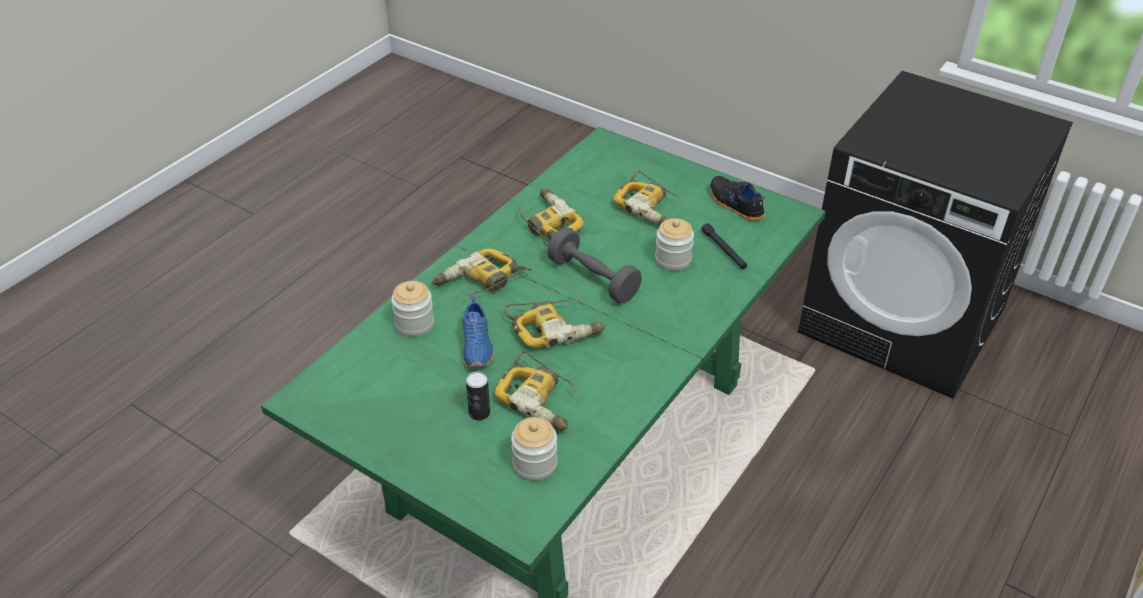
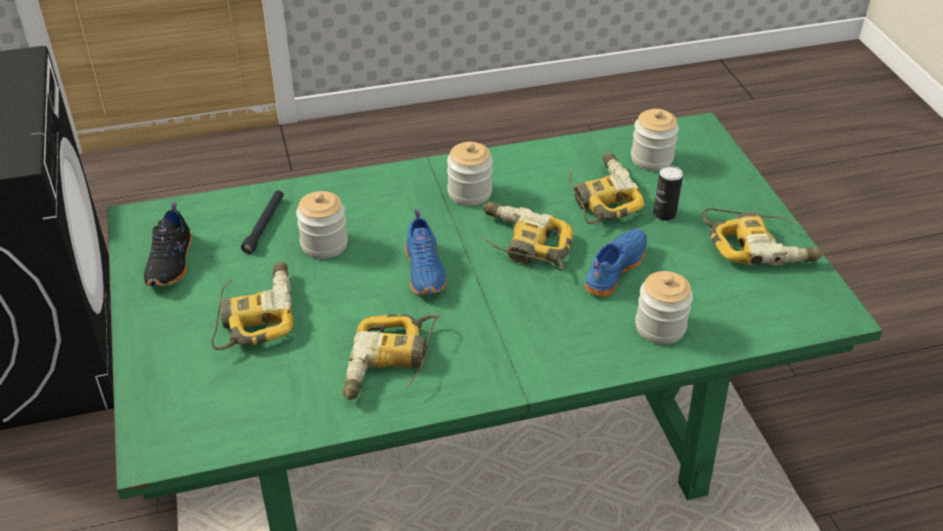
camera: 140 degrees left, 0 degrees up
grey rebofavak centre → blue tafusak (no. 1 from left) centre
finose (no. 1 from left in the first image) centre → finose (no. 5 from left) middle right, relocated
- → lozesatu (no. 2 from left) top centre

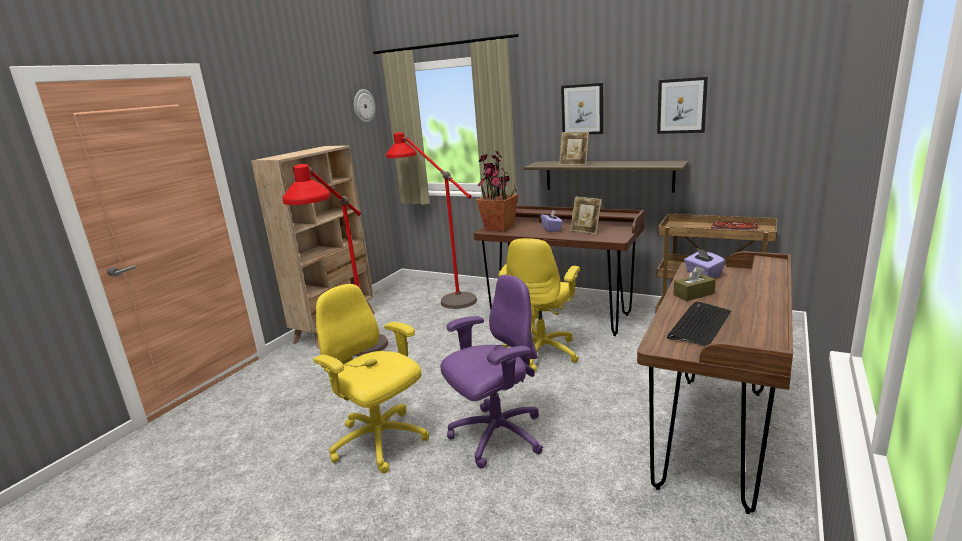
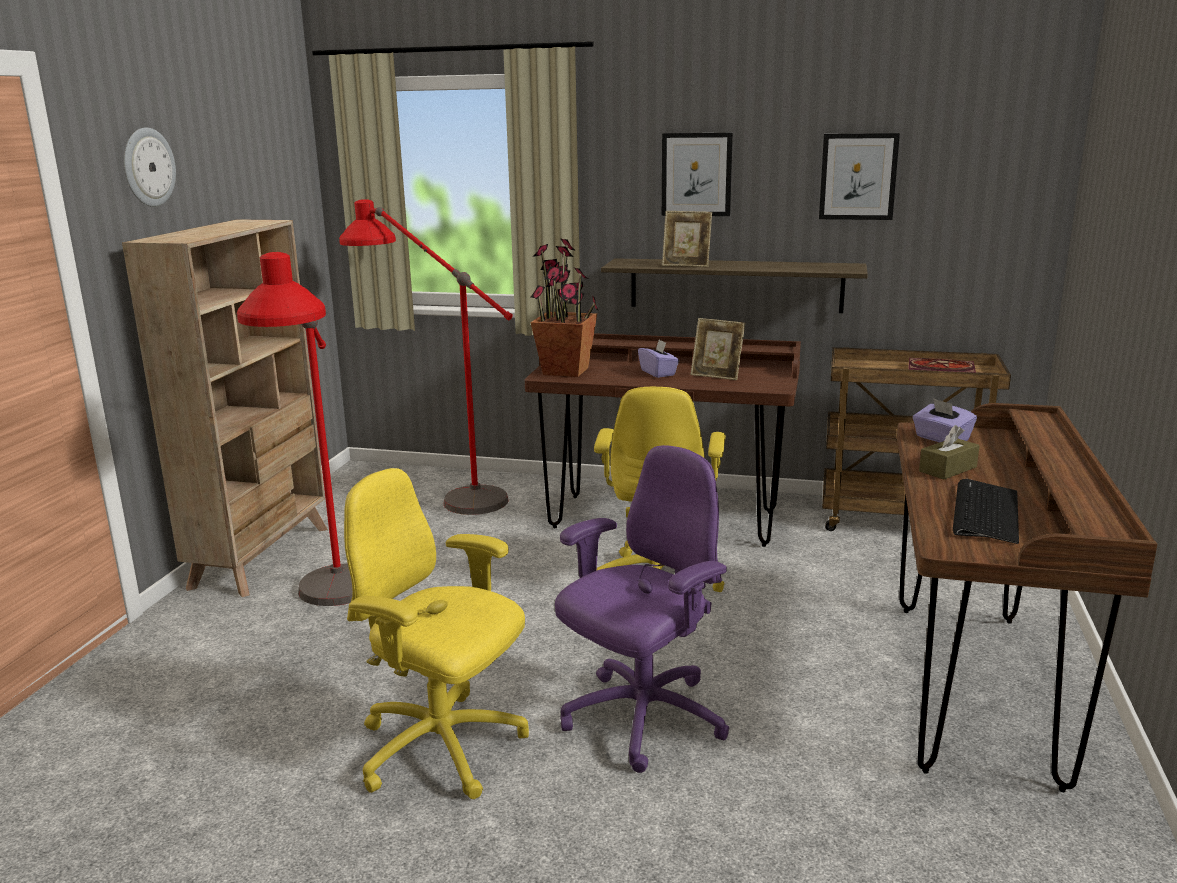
camera: 15 degrees left, 0 degrees up
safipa top centre → safipa top left, relocated

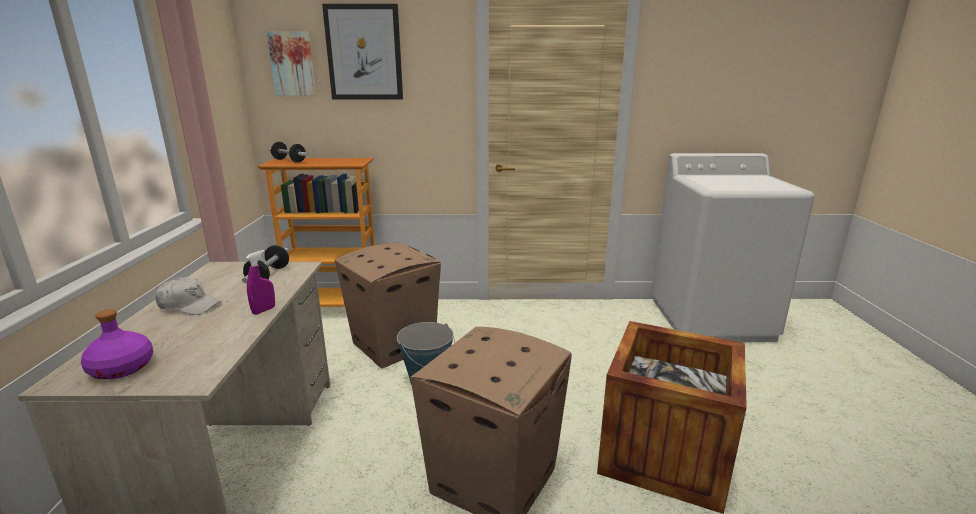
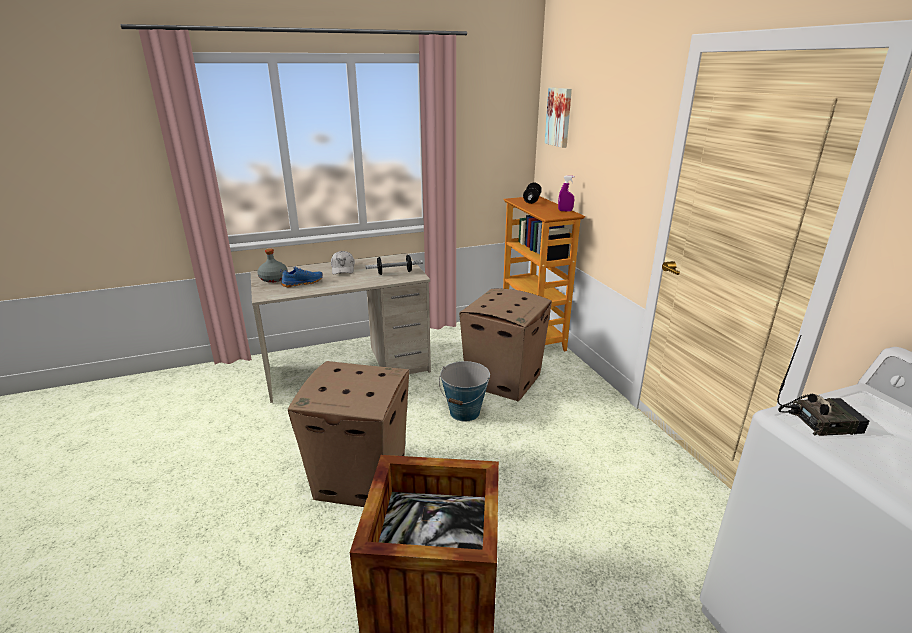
camera: 70 degrees right, 5 degrees up
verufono (no. 2 from left) top centre → -
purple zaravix middle left → purple zaravix top centre, relocated
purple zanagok bottom left → grey zanagok middle left
- → blue tafusak middle left
- → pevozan middle right

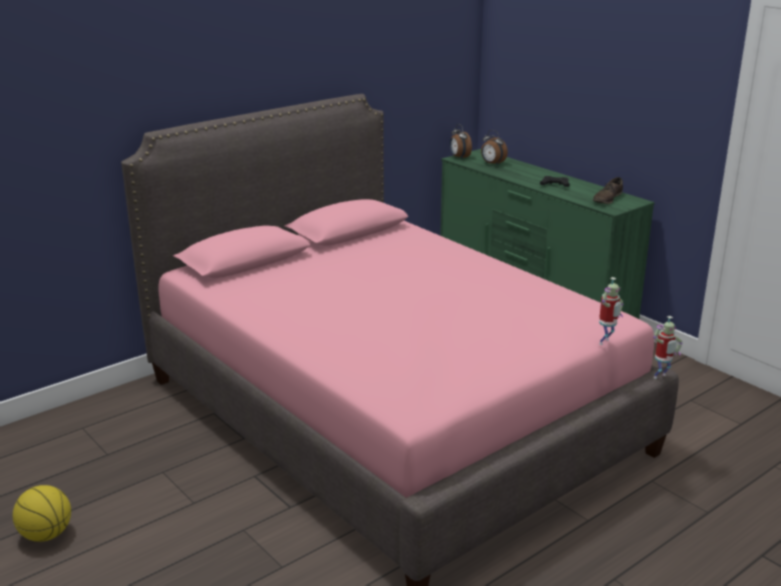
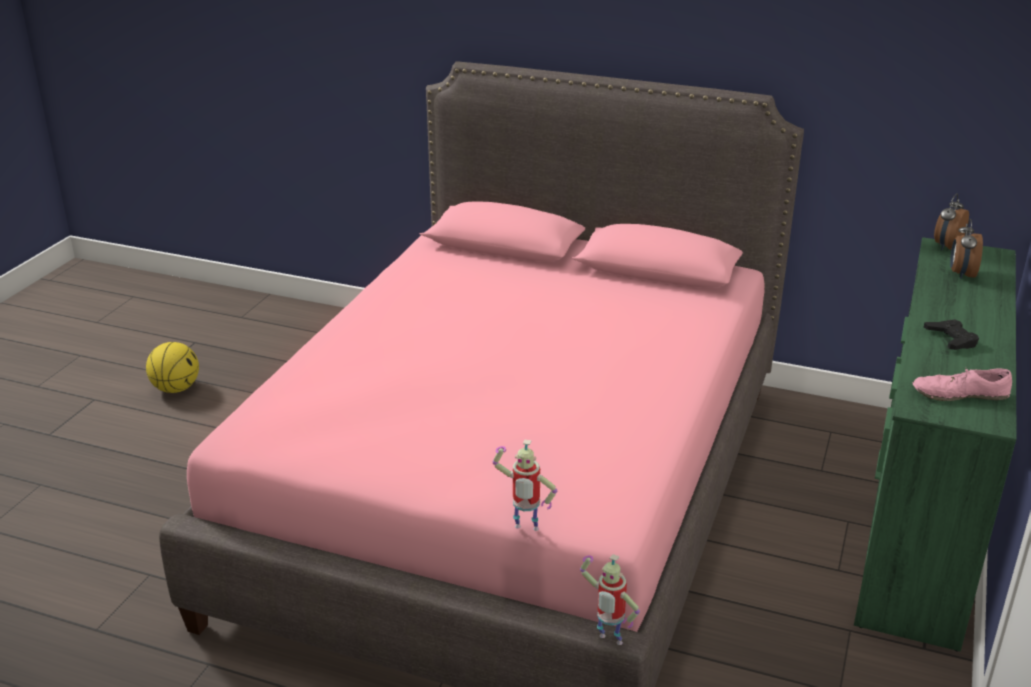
camera: 60 degrees right, 5 degrees up
brown tafusak top right → pink tafusak middle right

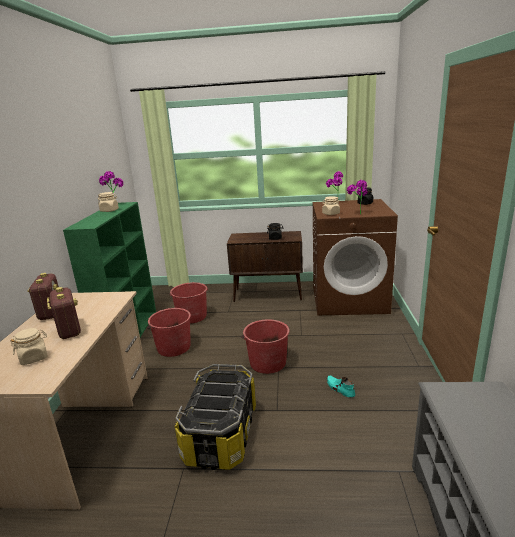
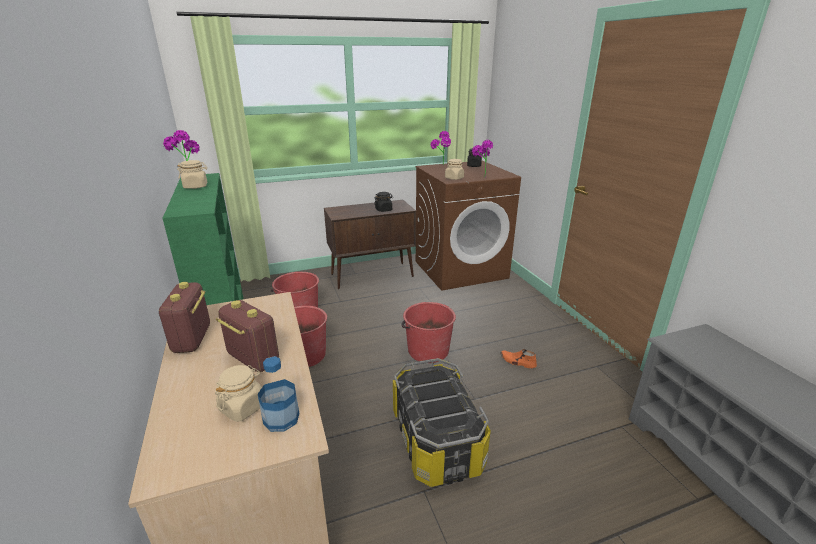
camera: 25 degrees left, 5 degrees up
pevozan (no. 1 from left) middle left, 150 degrees counterclockwise
turquoise tafusak bottom centre → orange tafusak centre
- → zanagok bottom centre

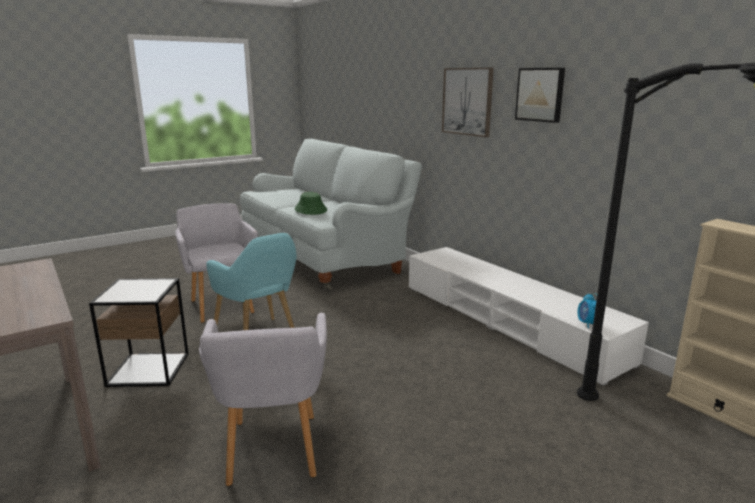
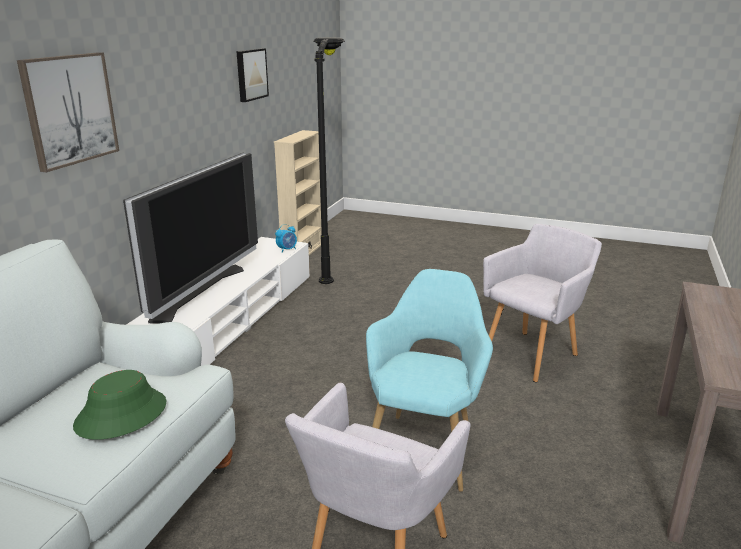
camera: 125 degrees left, 5 degrees up
verufono (no. 2 from left) top right → verufono (no. 2 from left) top centre, relocated
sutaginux middle left → -
- → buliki middle left

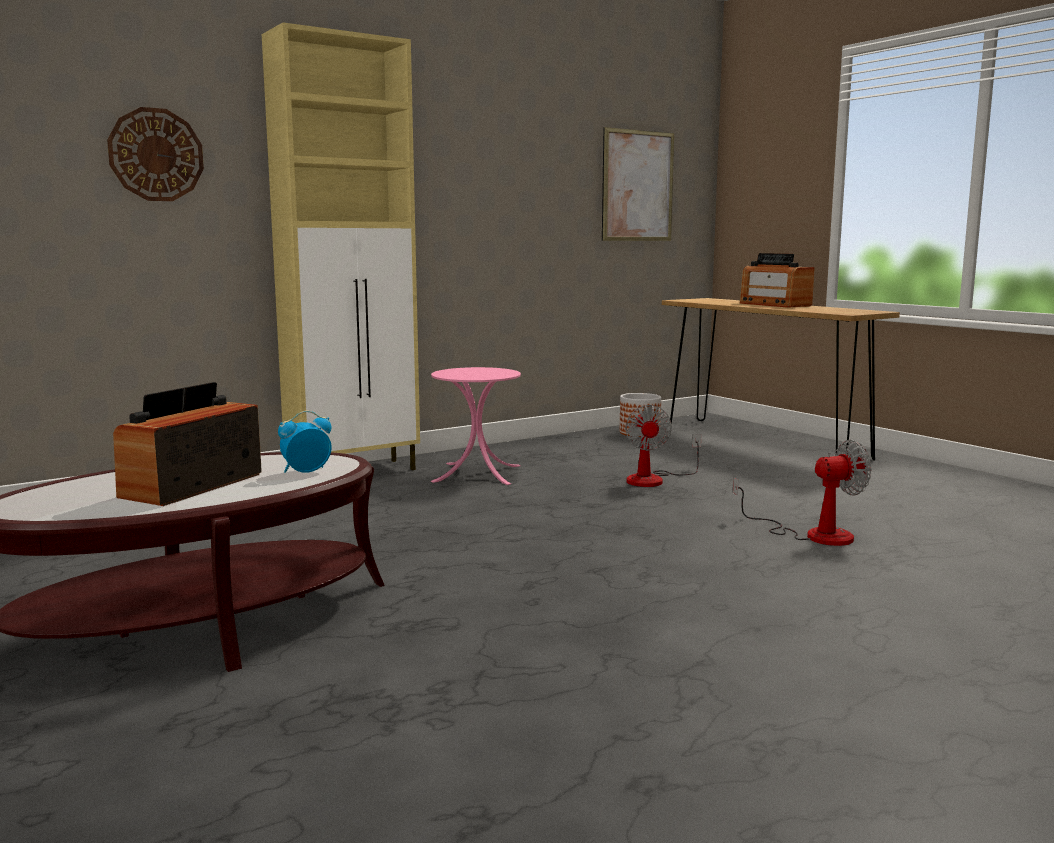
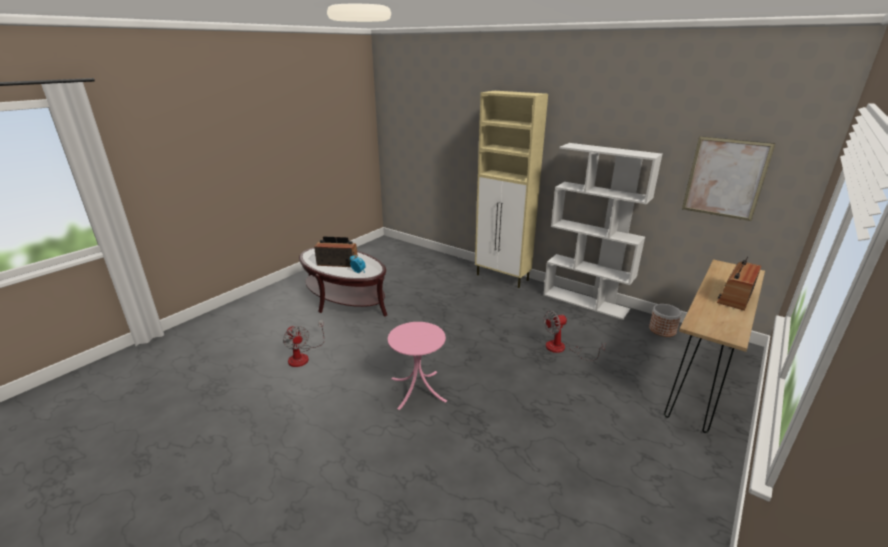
camera: 70 degrees right, 15 degrees up
safipa top left → -
pink sutaginux centre → pink sutaginux bottom centre, relocated
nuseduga (no. 2 from left in the first image) middle right → nuseduga (no. 1 from left) centre, relocated
- → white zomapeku middle right

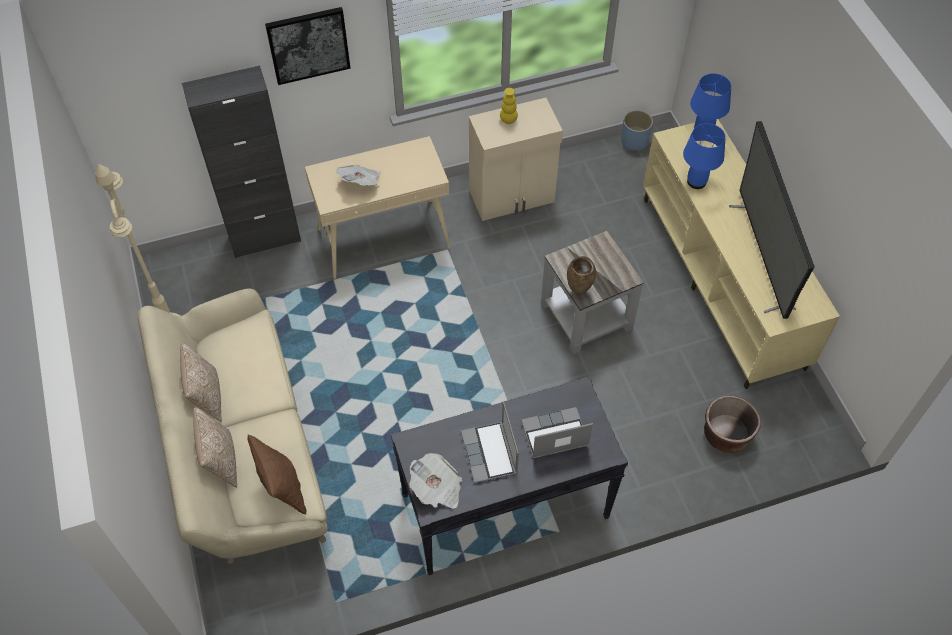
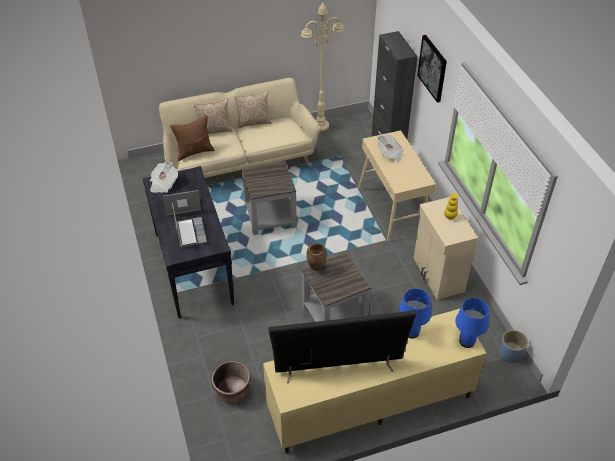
camera: 90 degrees right, 10 degrees down
- → grey sutaginux (no. 1 from left) centre

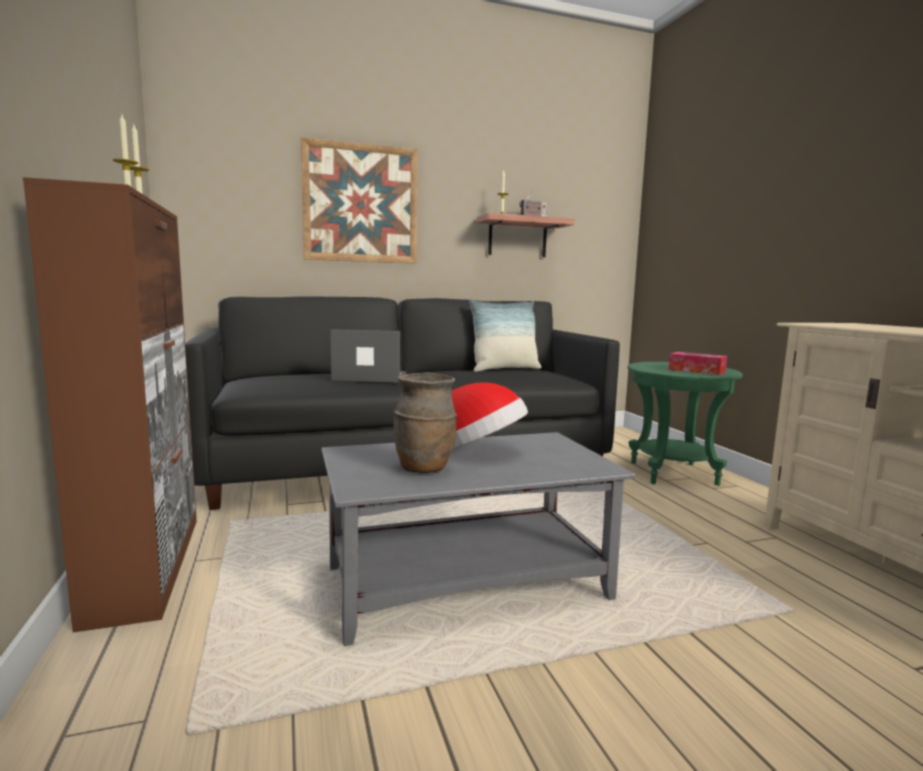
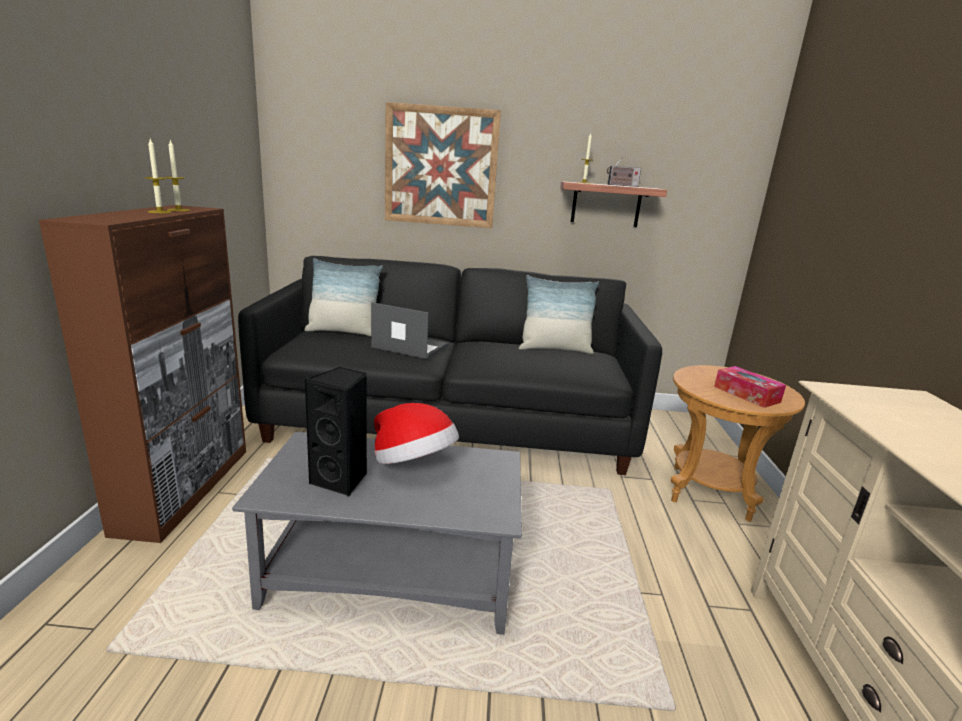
camera: 20 degrees right, 10 degrees up
green sutaginux middle right → brown sutaginux middle right
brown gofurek centre → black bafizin centre
- → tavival (no. 1 from left) centre

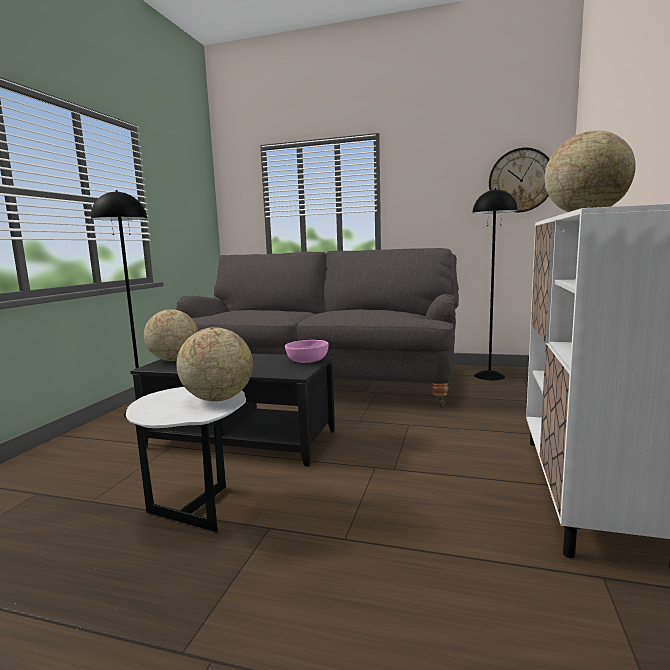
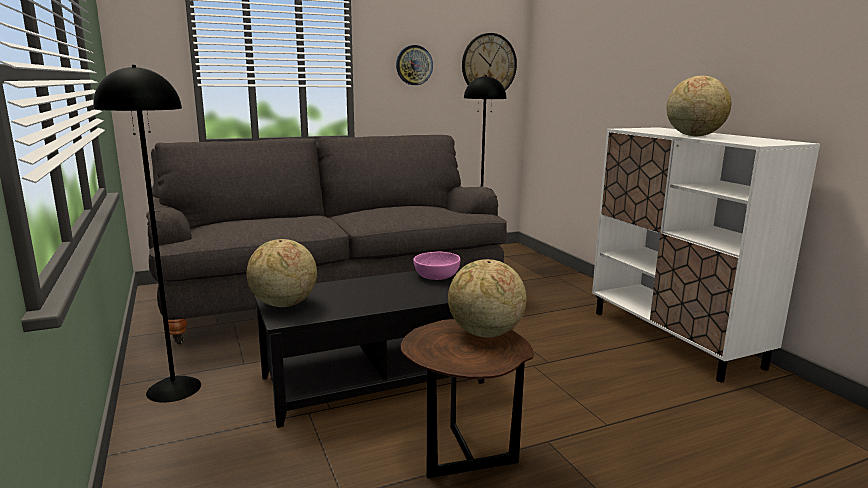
camera: 40 degrees left, 5 degrees up
white sutaginux bottom left → brown sutaginux bottom centre
- → safipa (no. 1 from left) top centre

